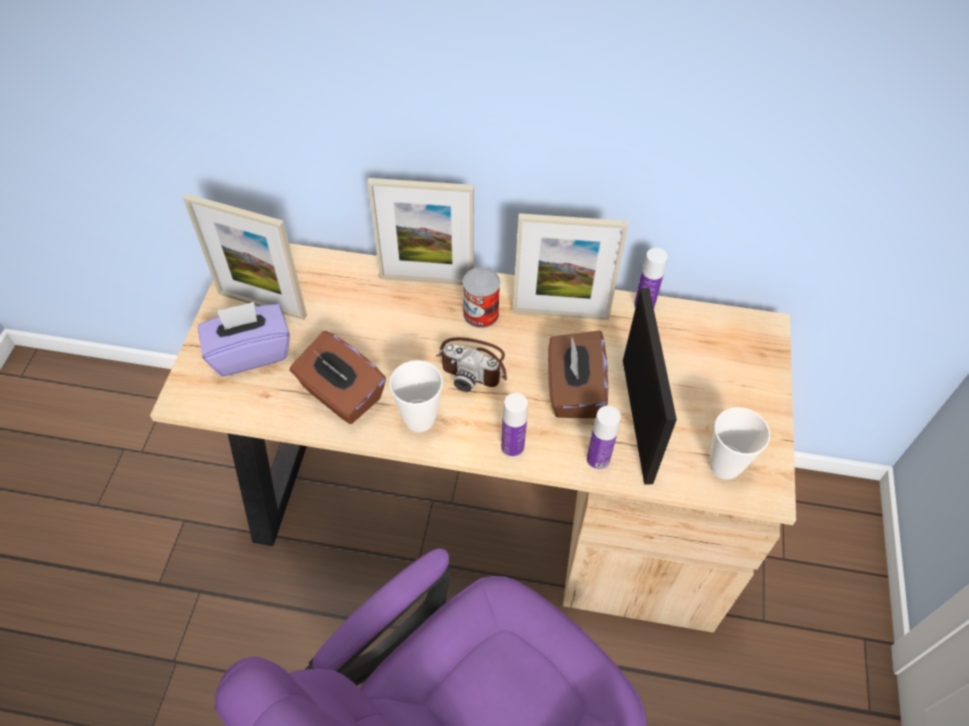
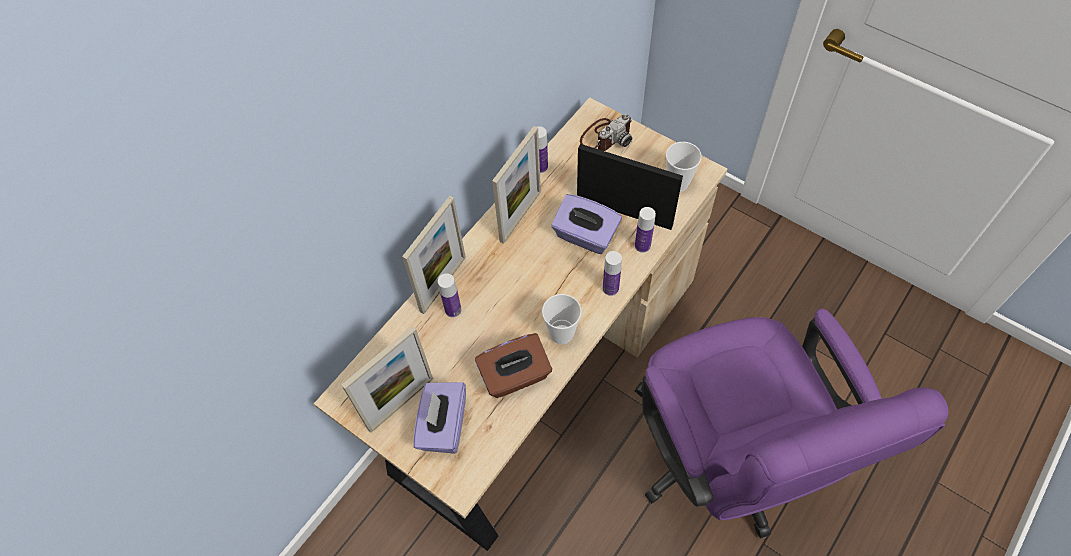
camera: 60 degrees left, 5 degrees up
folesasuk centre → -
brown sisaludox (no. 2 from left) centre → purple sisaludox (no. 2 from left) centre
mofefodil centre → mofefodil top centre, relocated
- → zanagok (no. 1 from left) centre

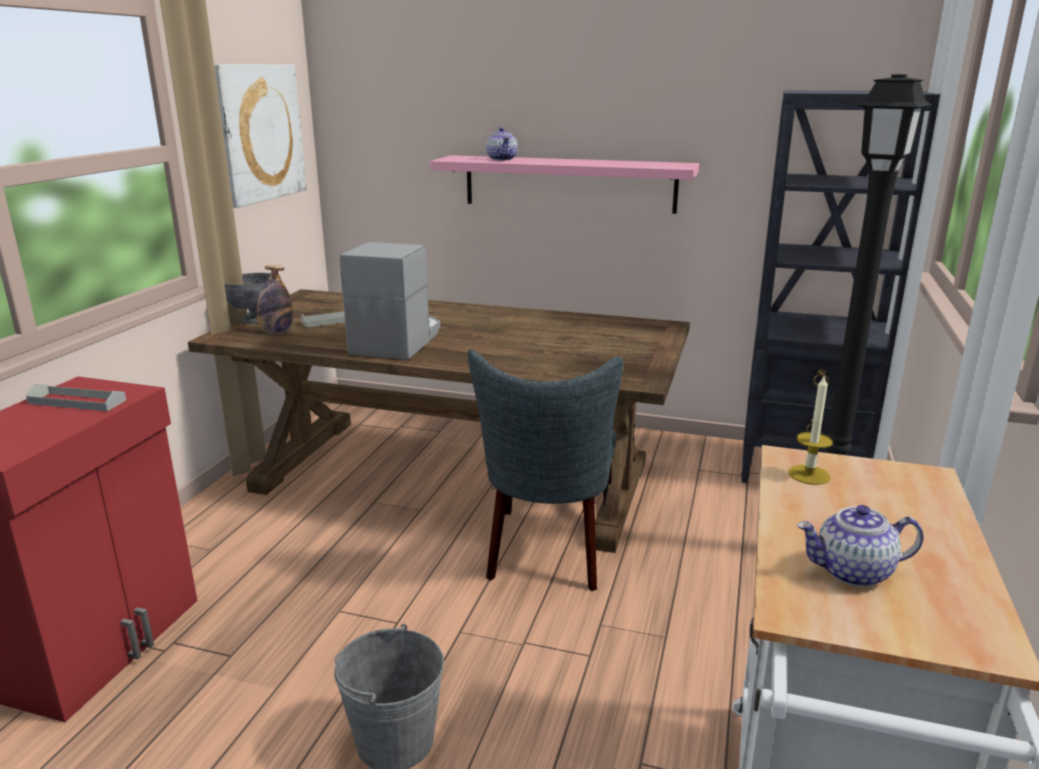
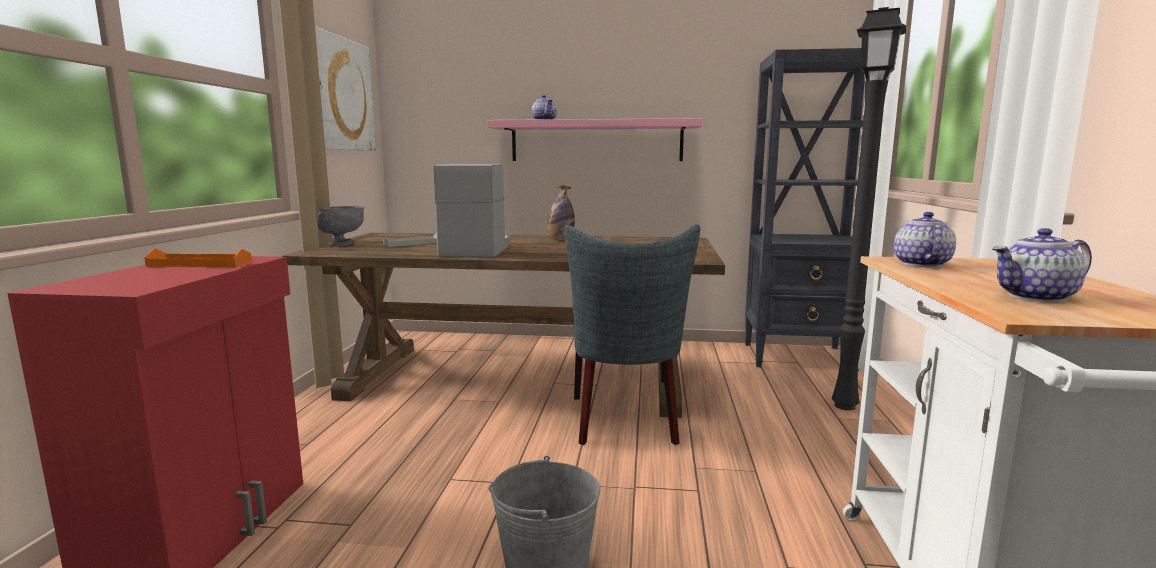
camera: 10 degrees left, 10 degrees down
zanagok middle left → zanagok centre, relocated
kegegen middle right → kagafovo (no. 2 from left) middle right
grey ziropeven (no. 1 from left) middle left → orange ziropeven middle left

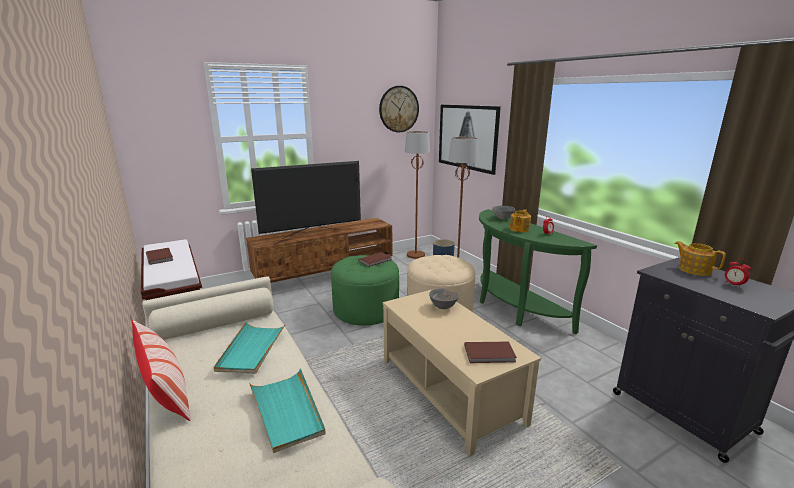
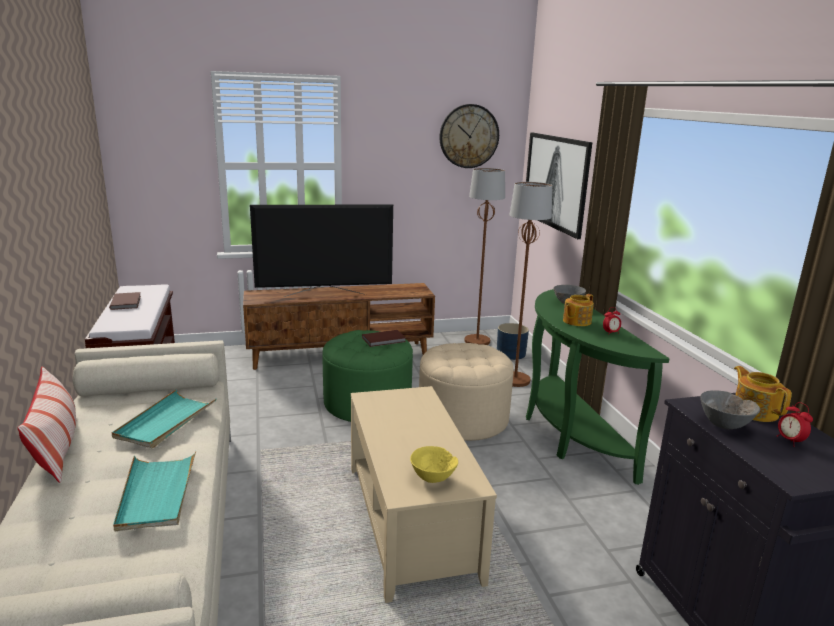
camera: 15 degrees right, 0 degrees up
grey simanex (no. 1 from left in the first image) centre → grey simanex (no. 2 from left) middle right, relocated
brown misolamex (no. 3 from left) bottom centre → yellow simanex bottom centre

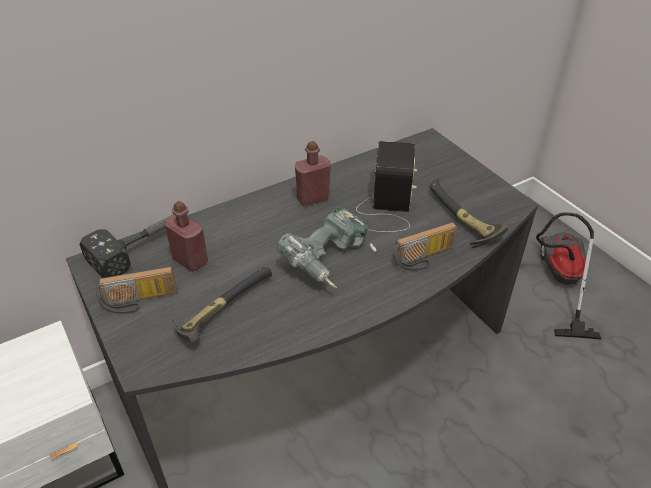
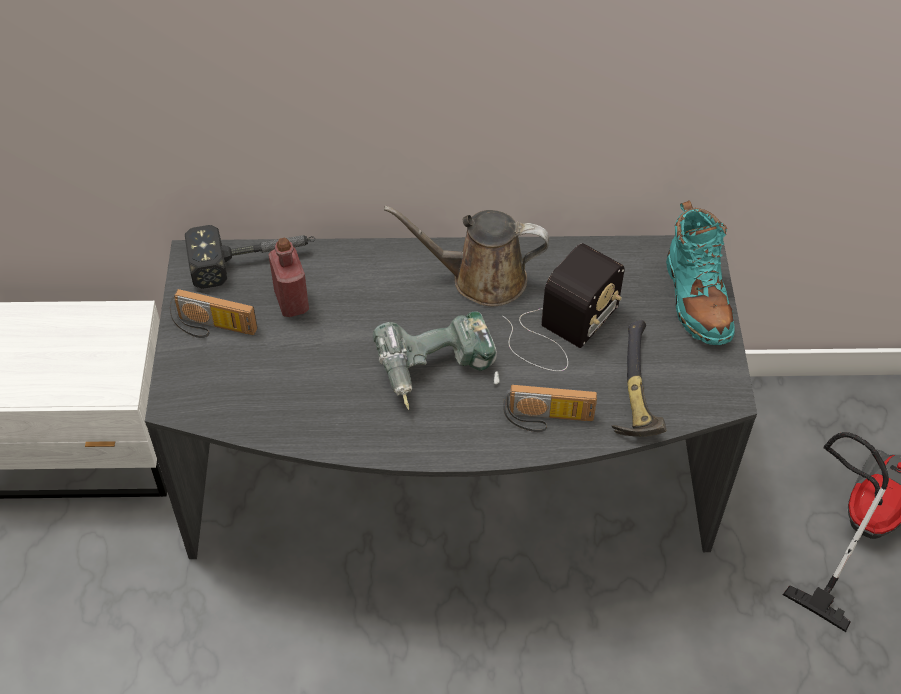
camera: 30 degrees right, 10 degrees up
red zanagok (no. 2 from left) centre → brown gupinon centre
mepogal (no. 2 from left) centre → -
- → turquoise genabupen middle right

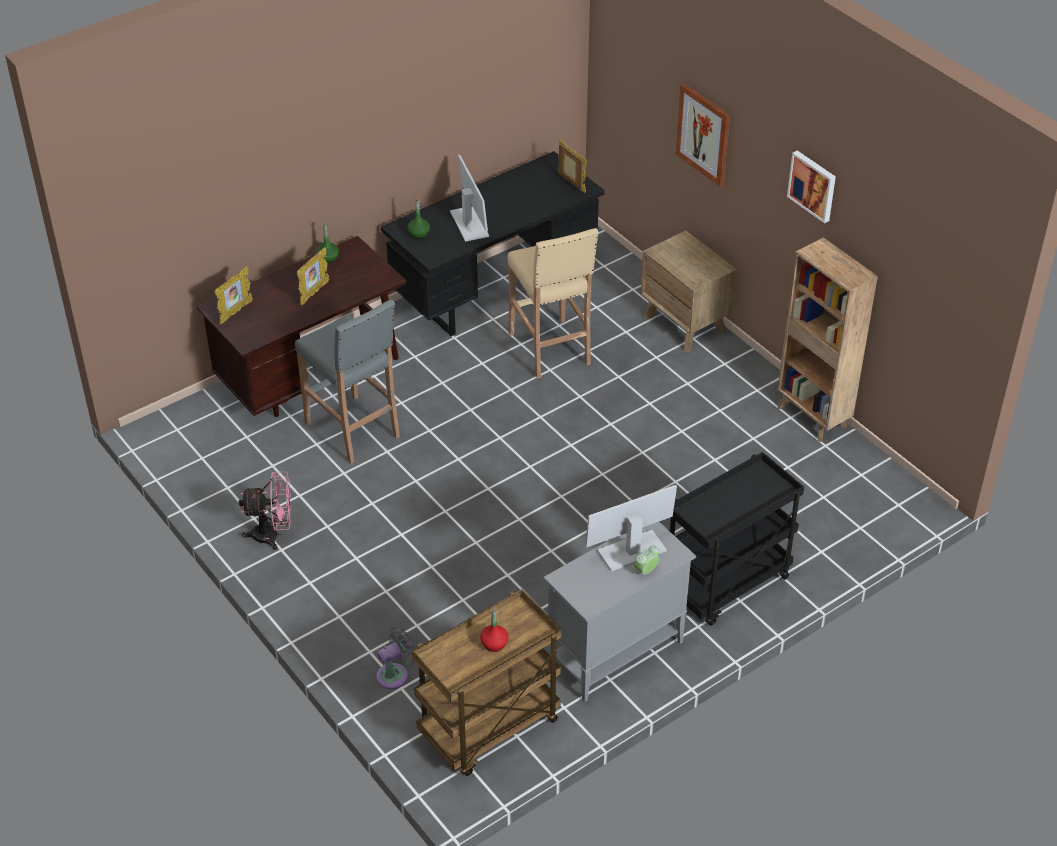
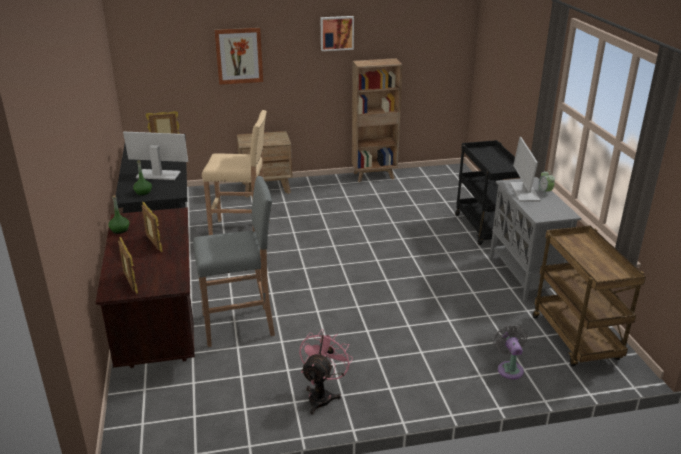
camera: 65 degrees left, 15 degrees down
red zanagok bottom centre → -

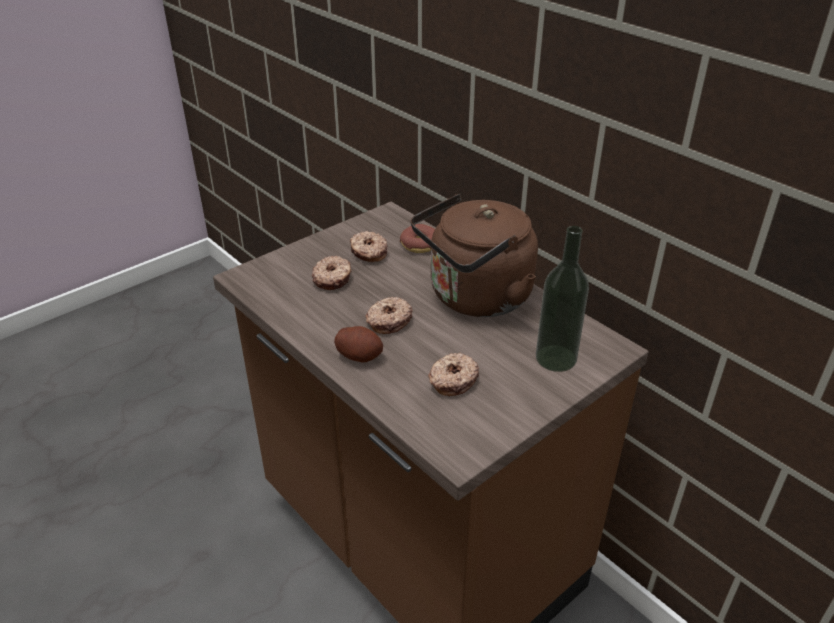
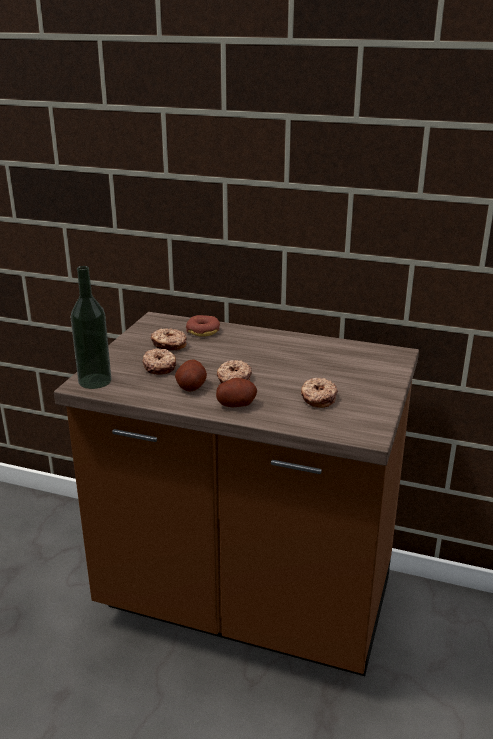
camera: 30 degrees left, 10 degrees down
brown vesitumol centre → -
zanagok middle right → zanagok middle left, relocated
- → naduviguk (no. 1 from left) centre

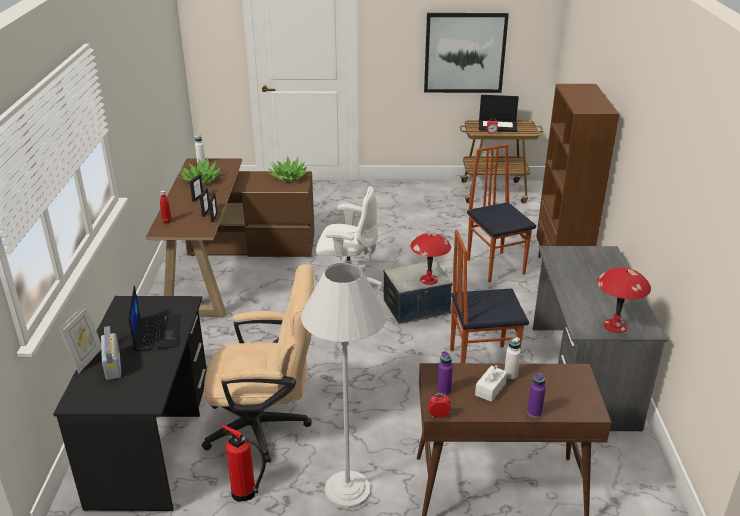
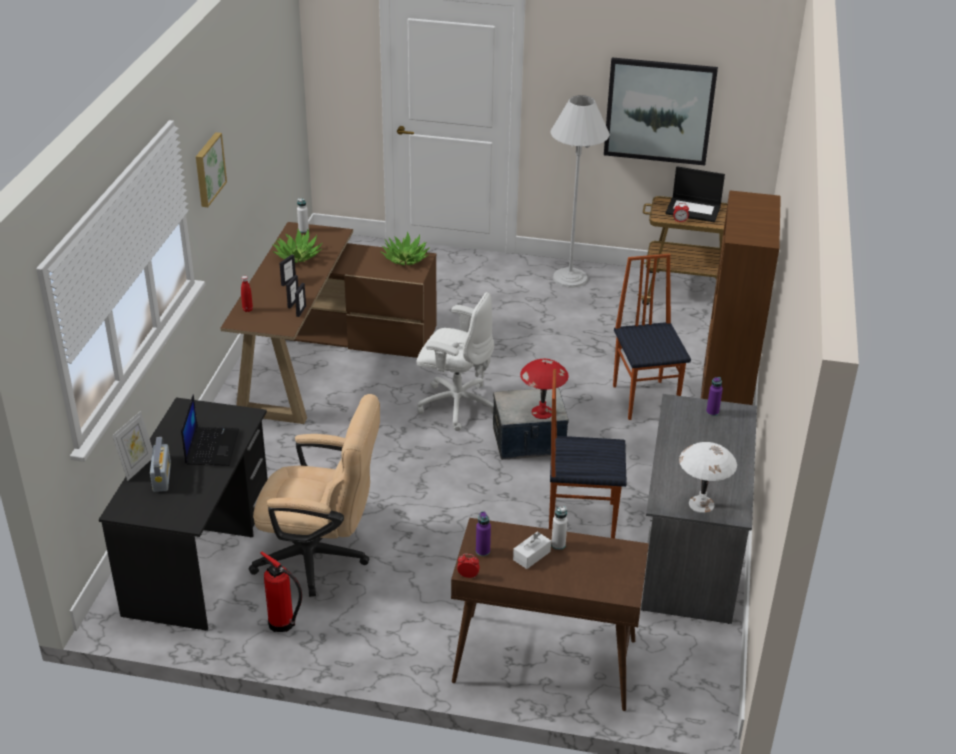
camera: 10 degrees right, 5 degrees up
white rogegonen bottom centre → white rogegonen top centre, relocated
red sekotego (no. 2 from left) middle right → white sekotego middle right
purple zanagok (no. 2 from left) bottom right → purple zanagok (no. 2 from left) middle right, relocated
- → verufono (no. 1 from left) top left

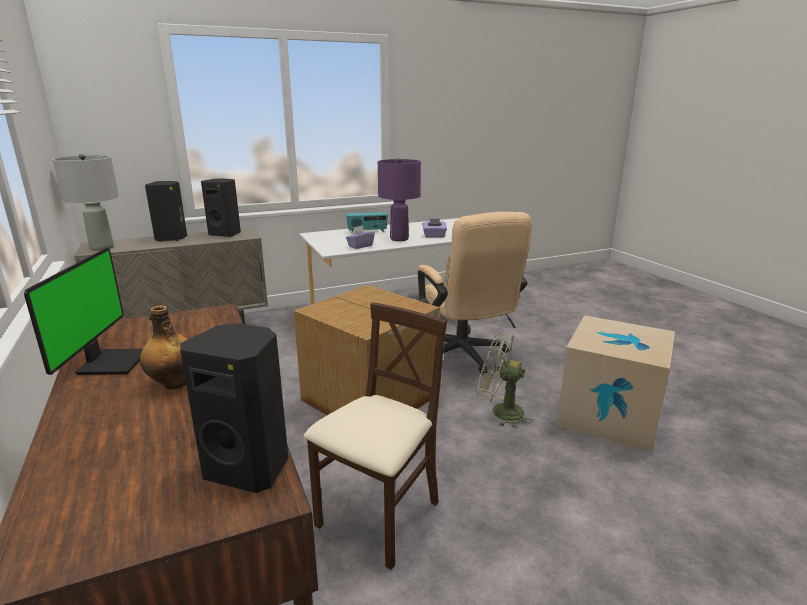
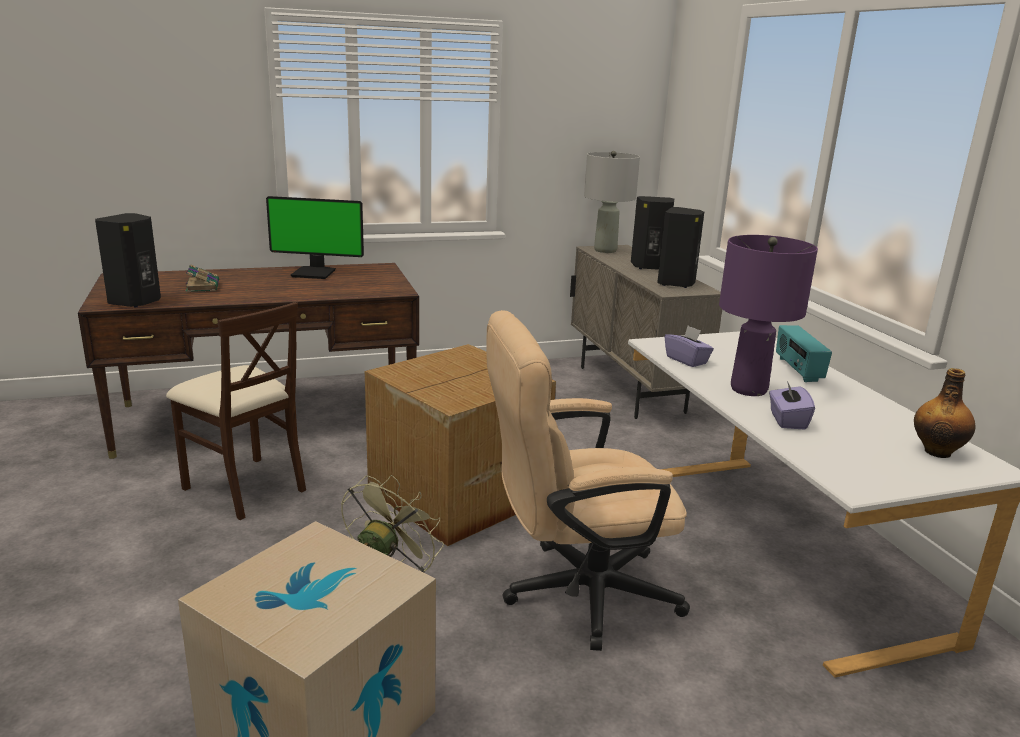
camera: 95 degrees right, 0 degrees up
zanagok middle left → zanagok middle right, relocated
- → misolamex middle left

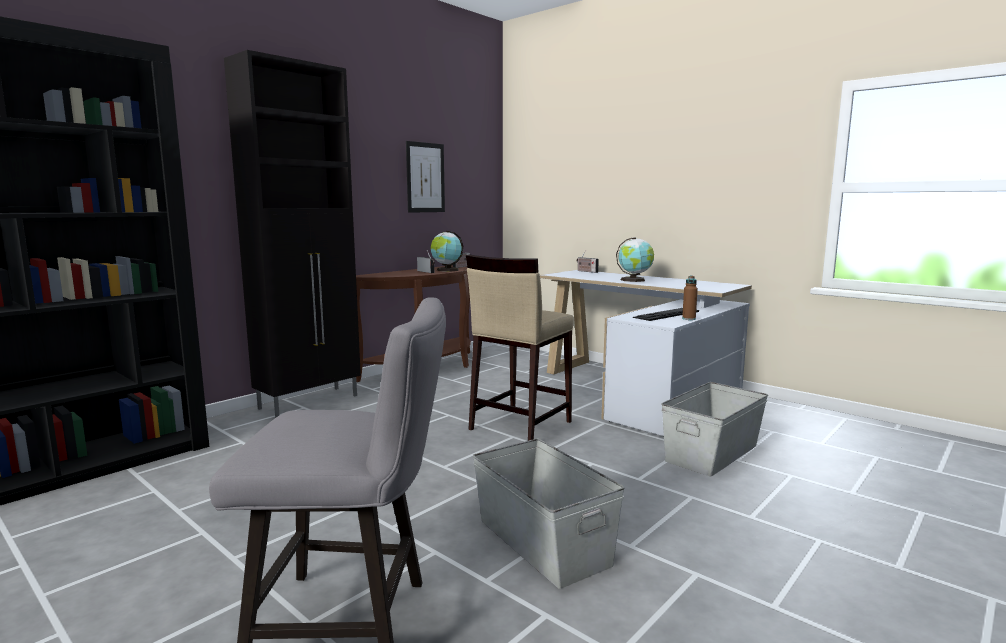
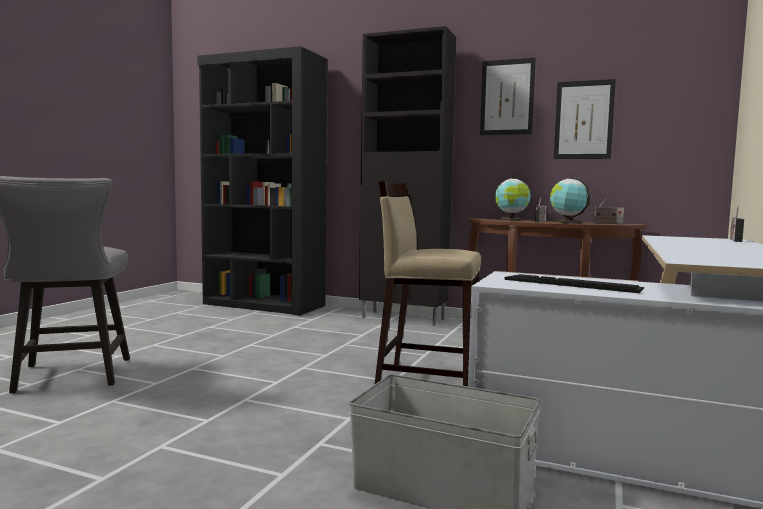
camera: 70 degrees right, 5 degrees down
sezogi (no. 2 from left in the first image) centre → sezogi (no. 1 from left) middle right, relocated
brown zanagok middle right → -
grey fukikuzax (no. 1 from left) bottom centre → -
- → verufono (no. 1 from left) top centre

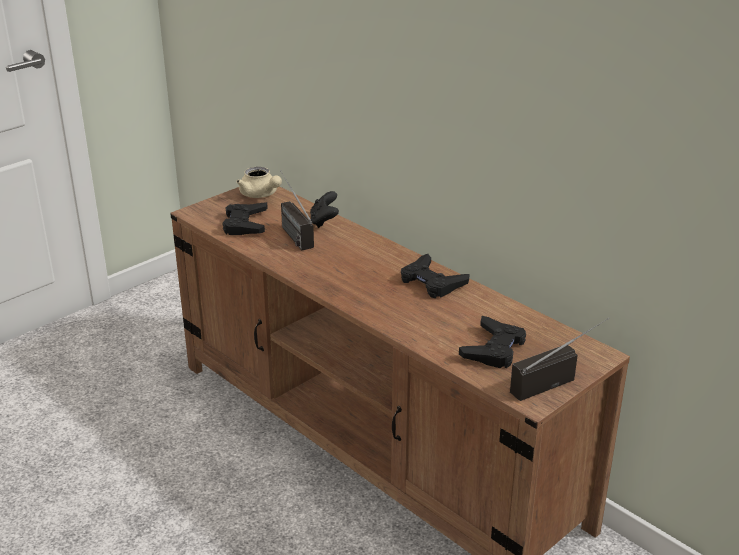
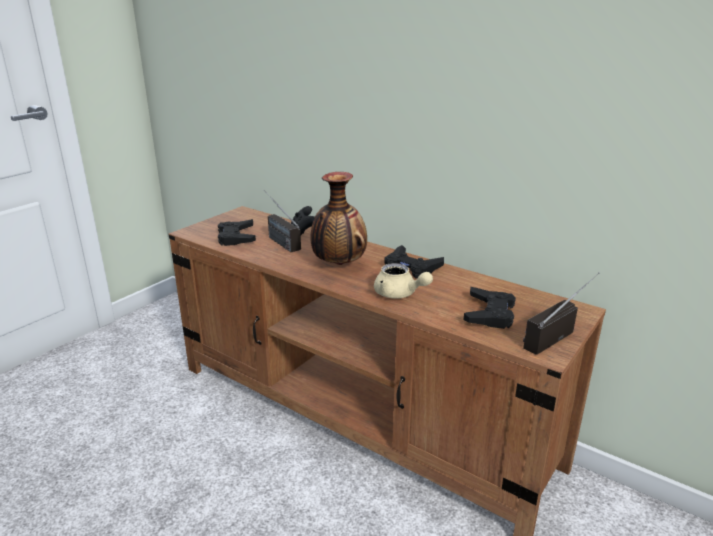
camera: 10 degrees left, 5 degrees down
beige kagafovo top centre → beige kagafovo centre, relocated
- → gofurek centre

